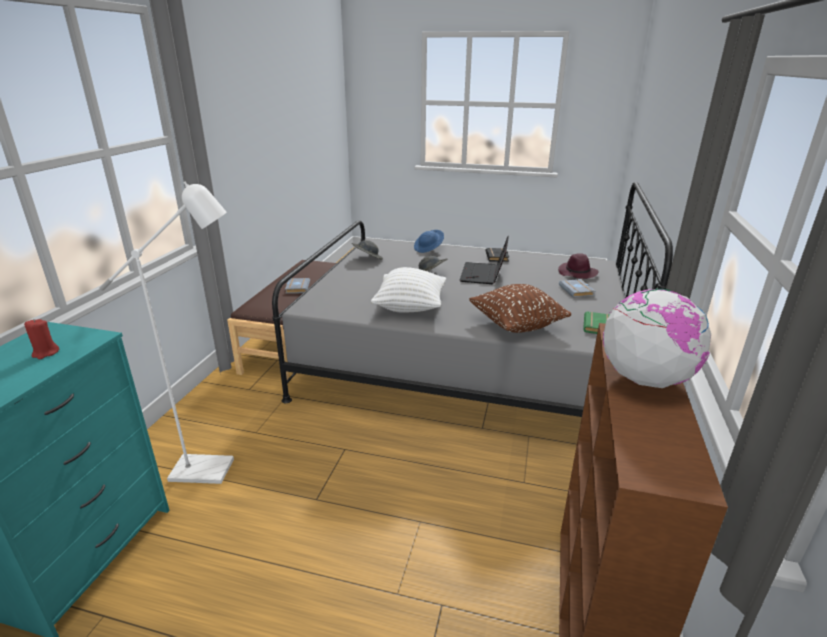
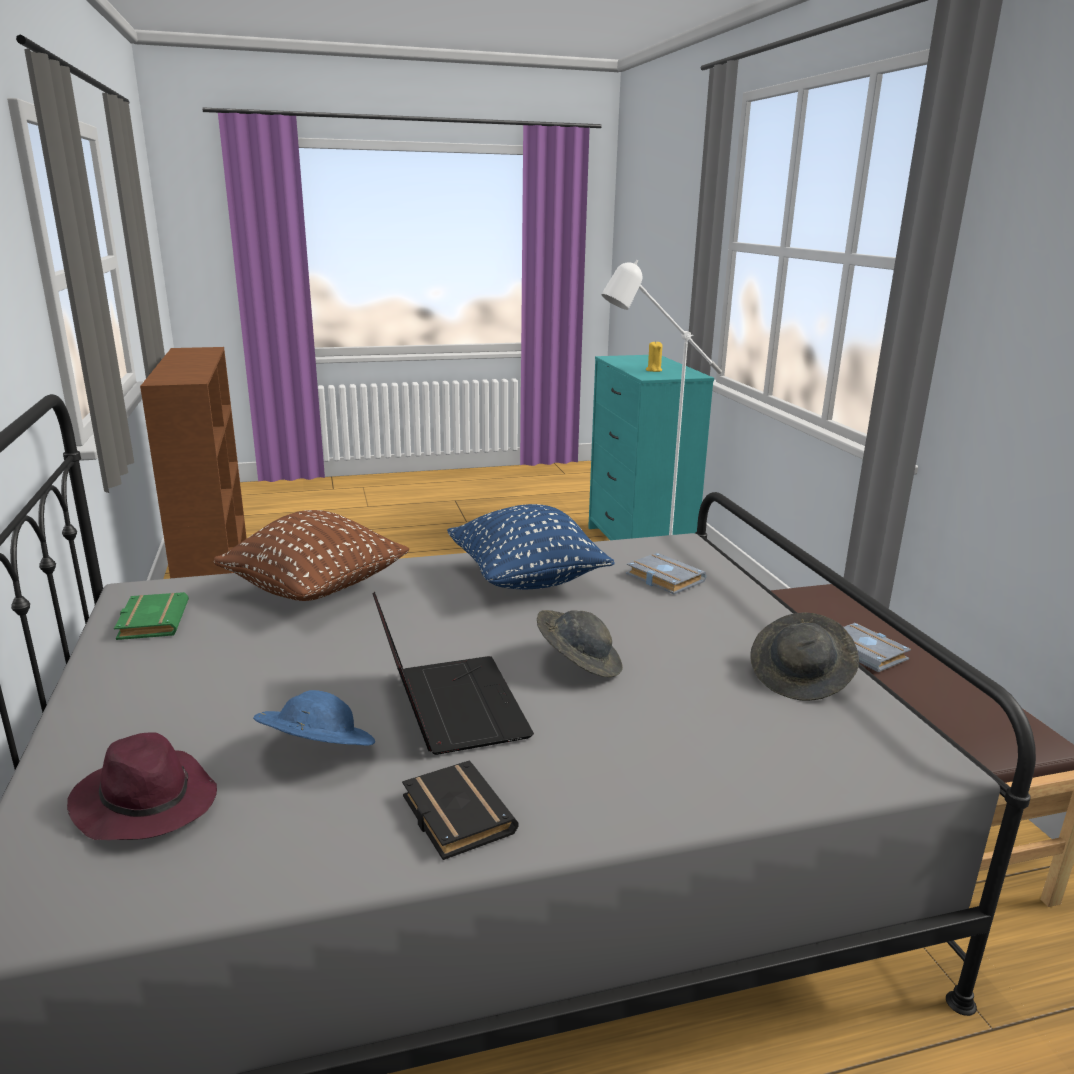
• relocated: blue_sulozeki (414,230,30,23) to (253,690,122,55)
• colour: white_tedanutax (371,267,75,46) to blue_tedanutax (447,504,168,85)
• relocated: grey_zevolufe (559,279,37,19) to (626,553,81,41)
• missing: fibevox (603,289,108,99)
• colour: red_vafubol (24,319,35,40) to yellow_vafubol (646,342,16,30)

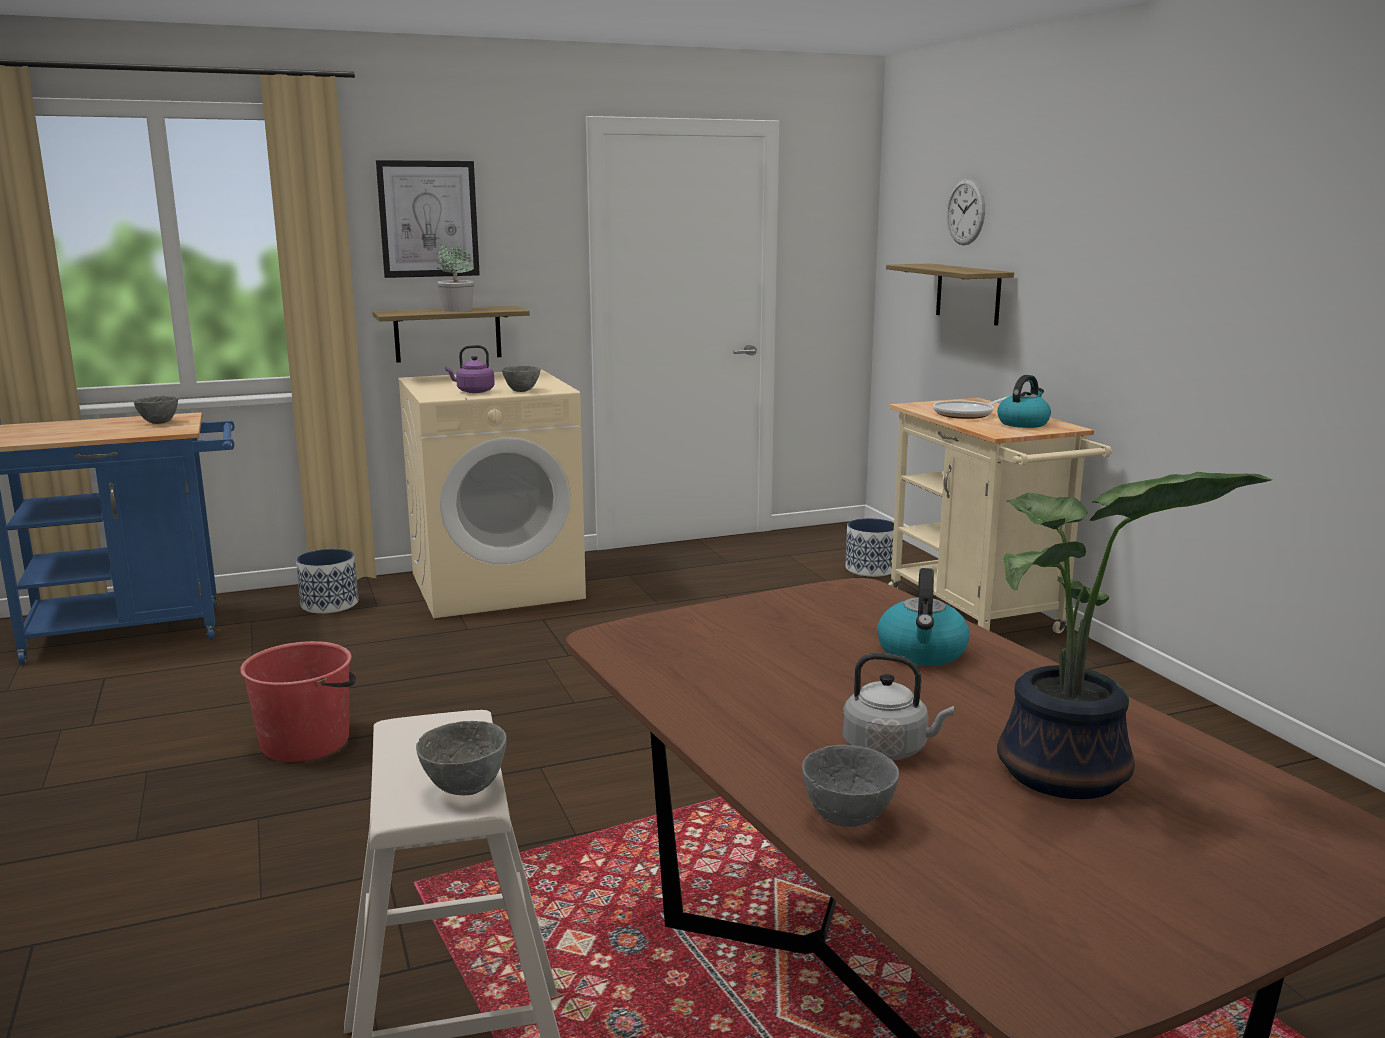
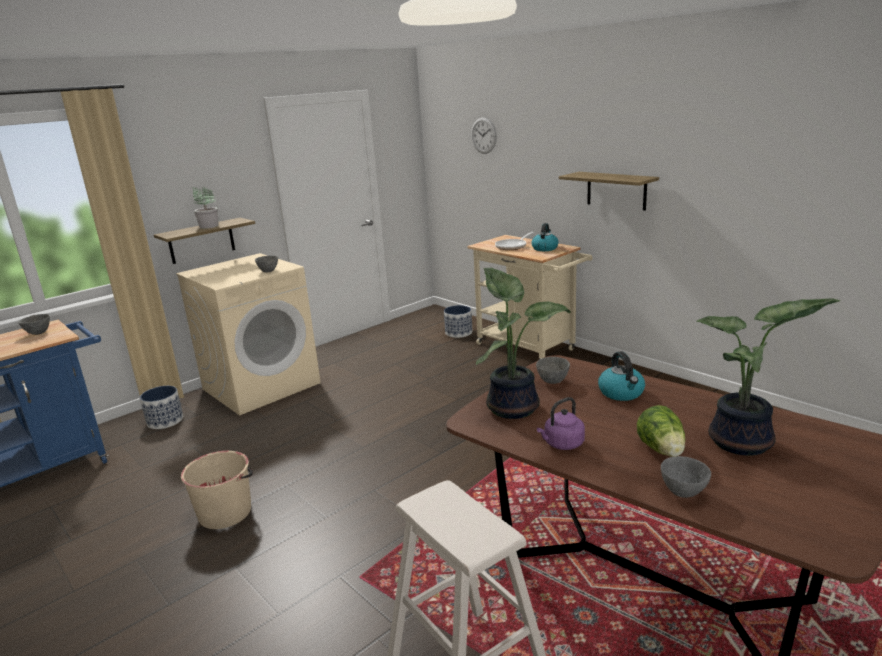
• missing: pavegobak (376,160,104,118)
• relocated: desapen (886,263,128,63) to (559,172,100,39)
• relocated: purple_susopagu (445,345,50,48) to (537,397,48,53)
• colour: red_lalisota (240,641,116,121) to beige_lalisota (181,451,72,78)
• exchanged: grey_susopagu (843,653,111,107) to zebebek (637,405,48,52)
• relocated: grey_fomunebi (416,721,91,74) to (536,357,34,27)
• appeared: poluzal (476,268,95,151)

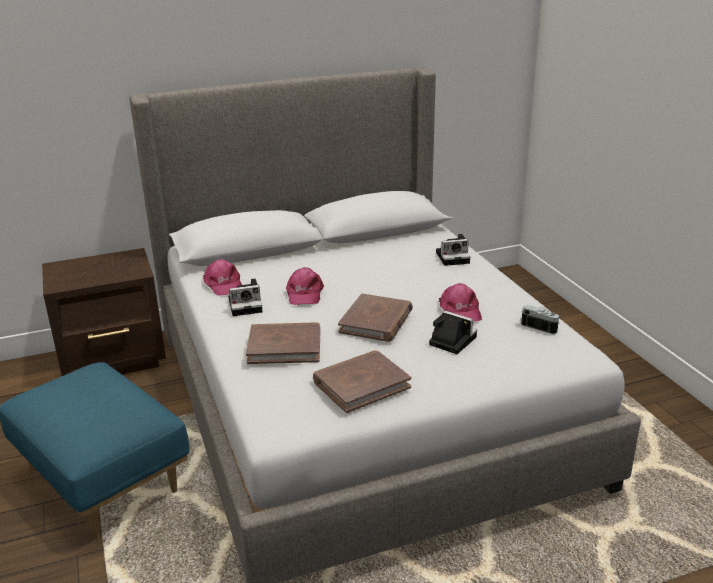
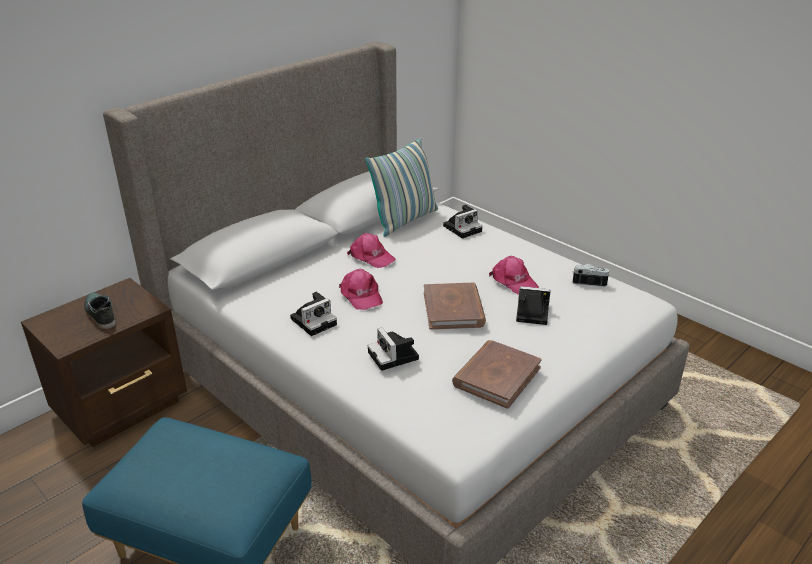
• relocated: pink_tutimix (203,259,39,36) to (347,233,49,35)
• exchanged: brown_zevolufe (246,322,74,42) to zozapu (368,327,51,44)
• appeared: tedanutax (365,138,73,99)
• appeared: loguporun (84,292,32,38)

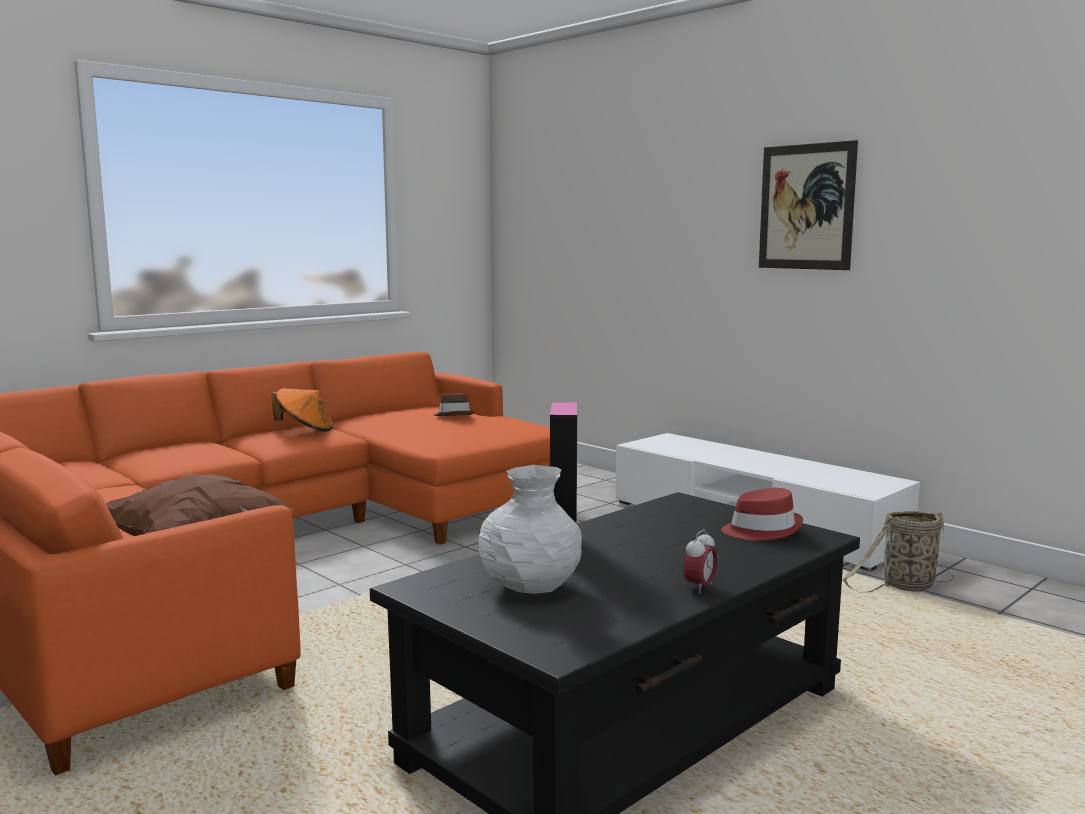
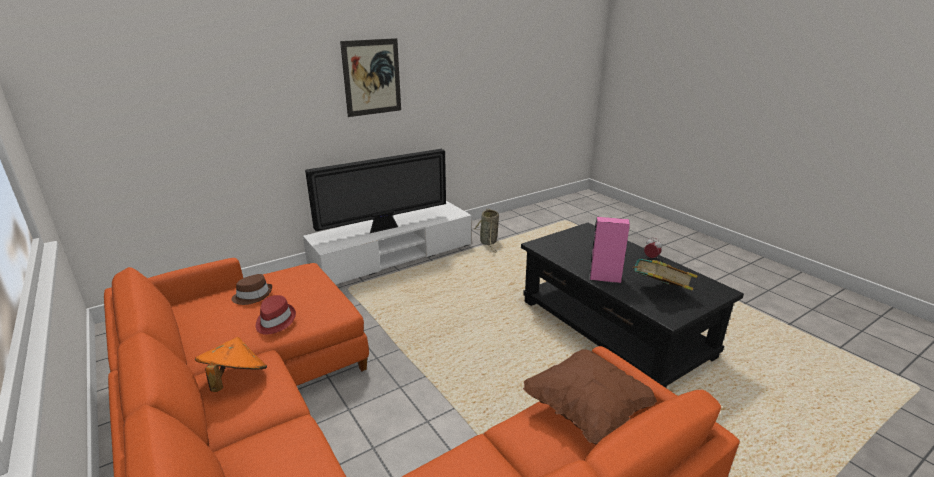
• exchanged: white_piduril (479,465,103,129) to zevolufe (633,259,65,31)
• relocated: red_sulozeki (721,488,82,53) to (256,295,40,40)
• appeared: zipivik (305,149,141,84)

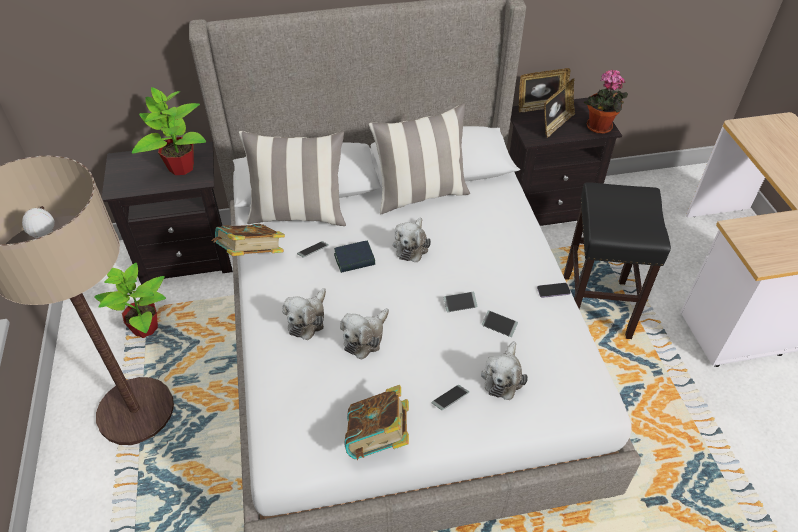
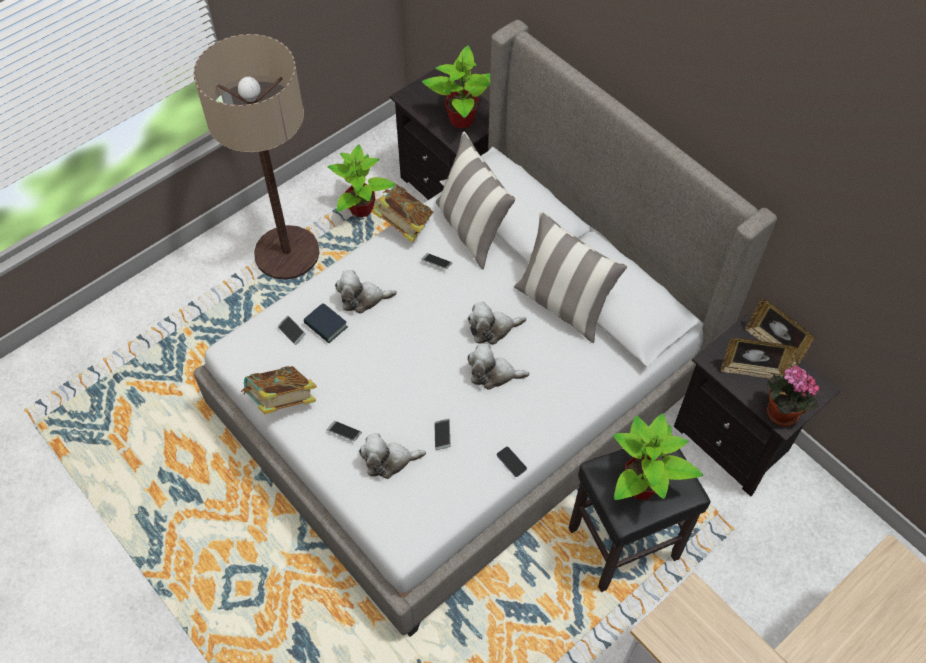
• relocated: zevolufe (334,240,41,33) to (304,303,44,40)
• relocated: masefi (443,292,34,20) to (278,315,28,30)
• relocated: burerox (340,308,49,52) to (467,344,62,46)
• appeared: poluzal (613,413,90,87)

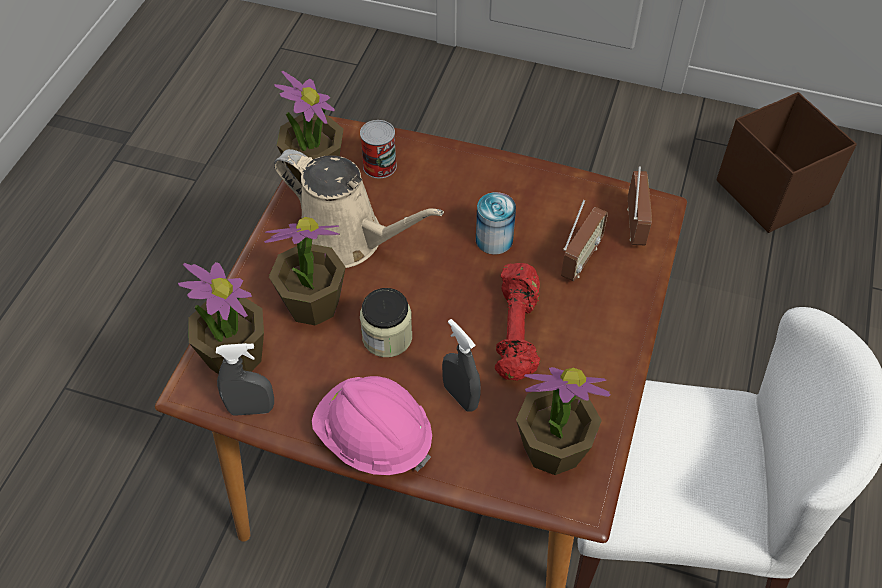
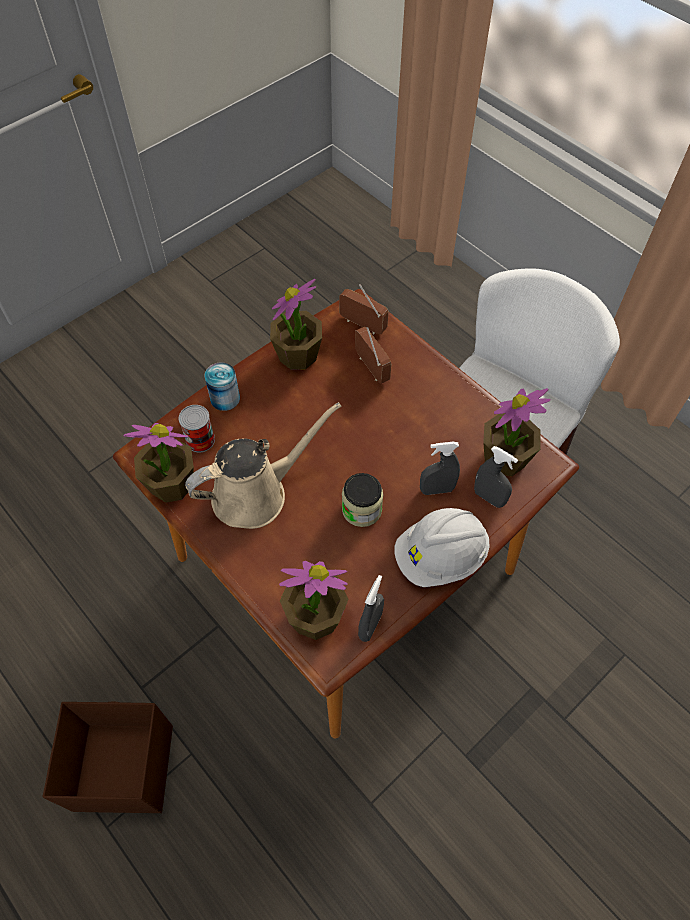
• relocated: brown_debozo (717,92,140,141) to (42,701,131,112)
• relocated: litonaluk (476,192,40,63) to (205,362,35,49)
• relocated: poluzal (264,217,82,109) to (270,278,52,92)
• missing: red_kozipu (495,263,45,118)
• colour: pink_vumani (312,376,120,99) to white_vumani (394,508,96,79)
• appeared: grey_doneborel (474,446,44,62)

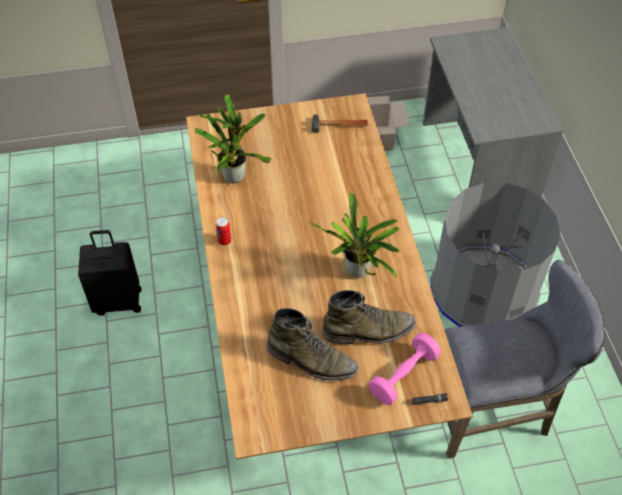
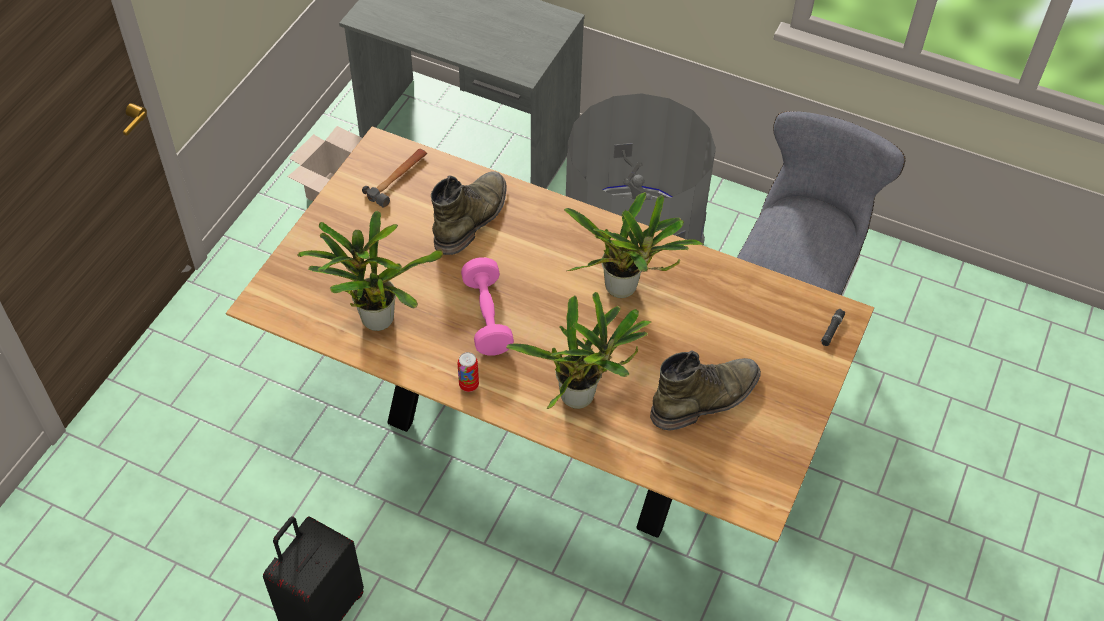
• relocated: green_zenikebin (322,290,94,54) to (431,171,76,84)
• relocated: pink_kozipu (369,333,72,72) to (461,257,53,99)
• appeared: poluzal (506,292,145,117)

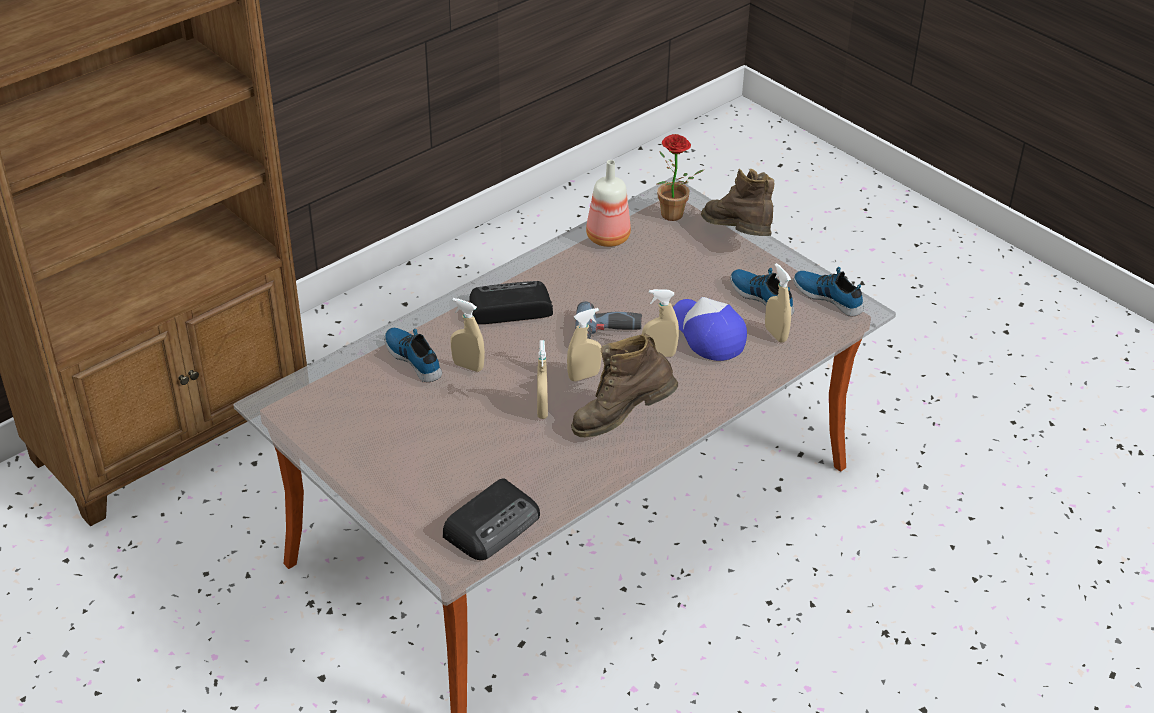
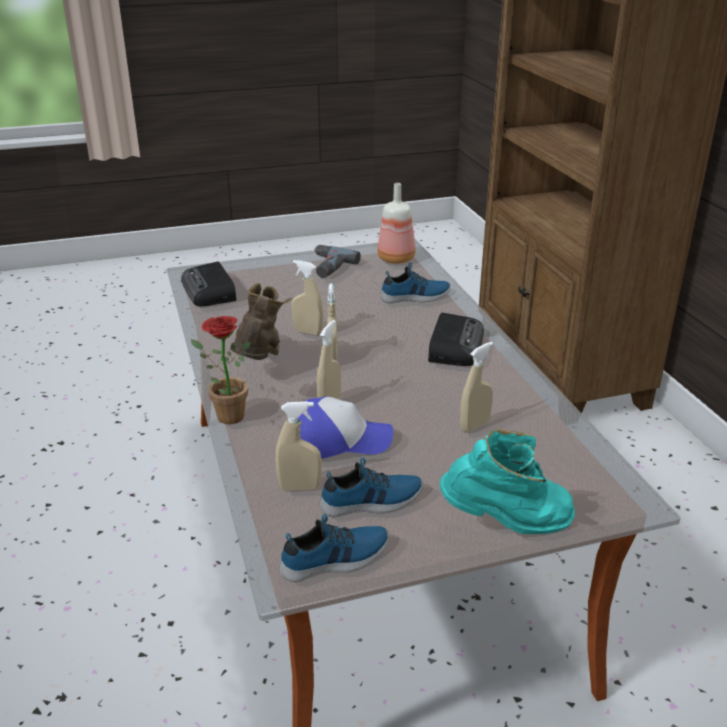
• relocated: poluzal (657,134,47,87) to (191,316,60,108)
• relocated: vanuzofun (586,160,45,87) to (377,183,39,81)
• colour: brown_zenikebin (701,169,73,67) to turquoise_zenikebin (440,429,135,105)
• relocated: beige_doneborel (451,298,34,74) to (460,342,33,90)
• relocated: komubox (575,301,67,38) to (314,245,47,33)

